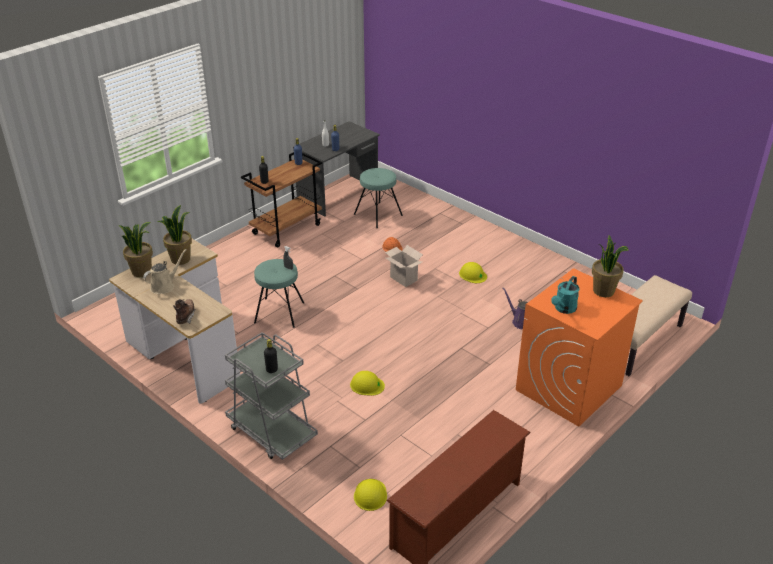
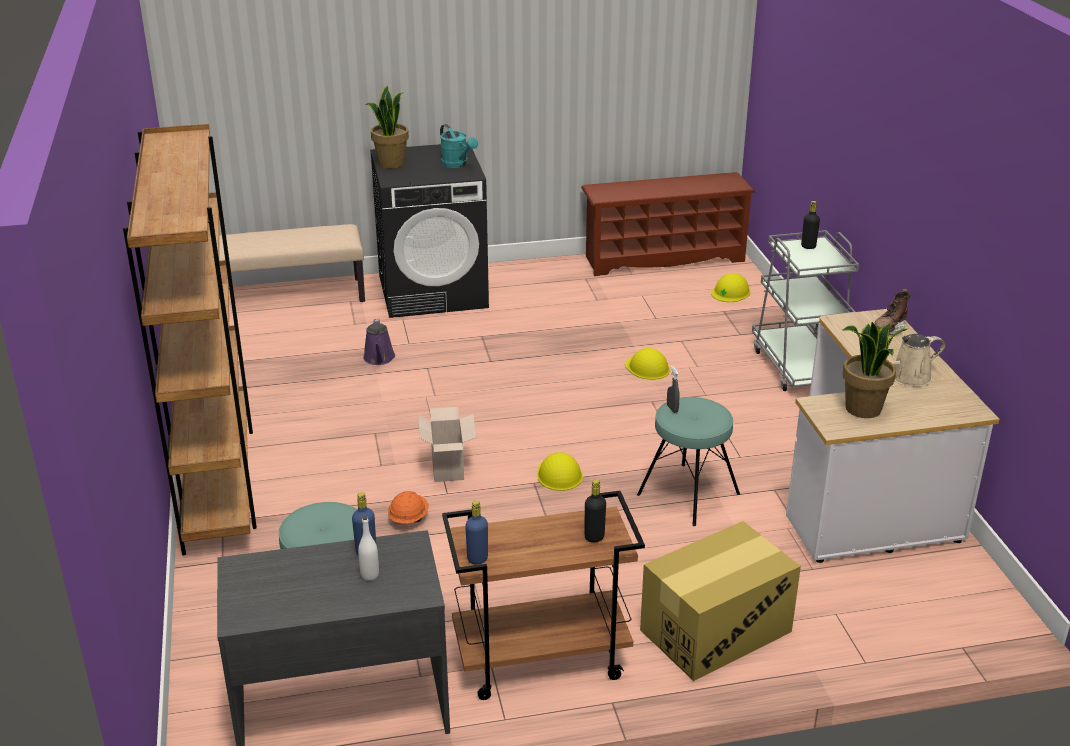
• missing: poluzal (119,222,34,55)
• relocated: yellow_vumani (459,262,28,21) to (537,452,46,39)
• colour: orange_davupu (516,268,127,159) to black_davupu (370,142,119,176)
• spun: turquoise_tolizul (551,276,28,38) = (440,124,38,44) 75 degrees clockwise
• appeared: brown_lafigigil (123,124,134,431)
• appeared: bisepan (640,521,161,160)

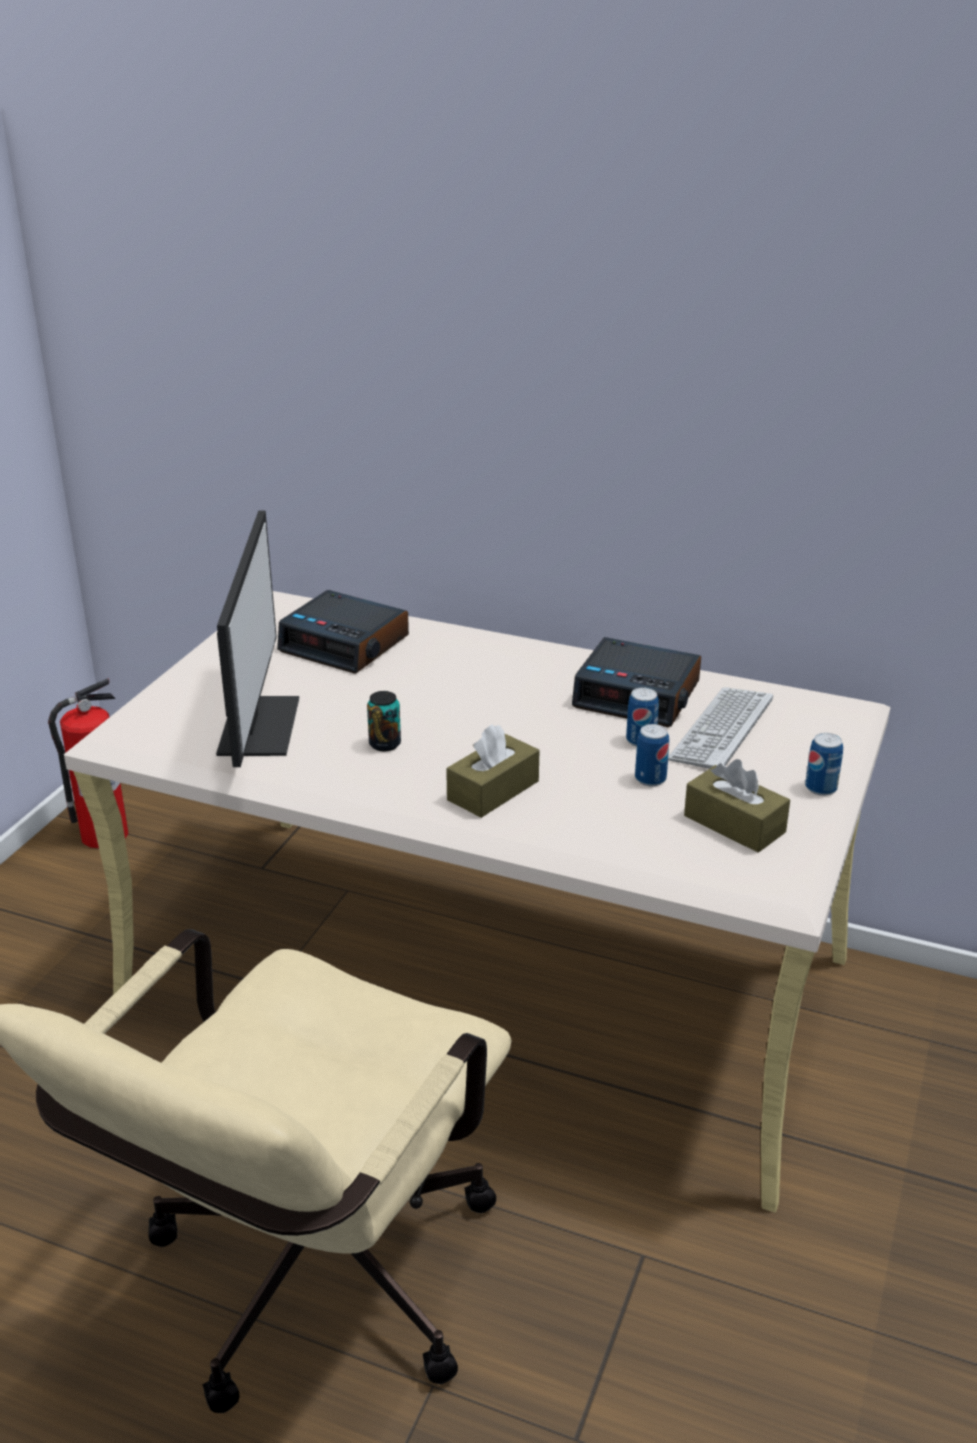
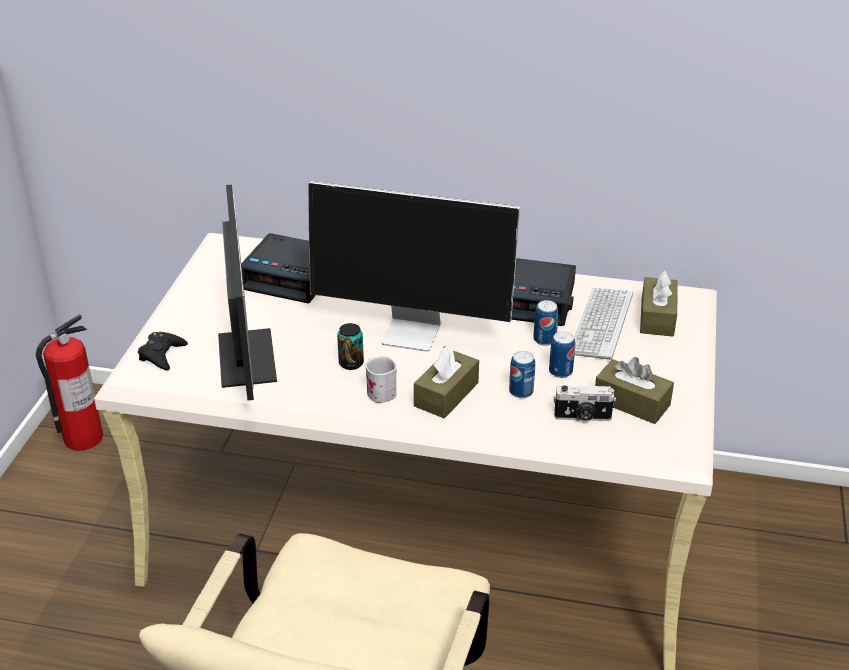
• relocated: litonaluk (805,733,38,63) to (509,351,26,47)
• appeared: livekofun (308,181,212,171)
• appeared: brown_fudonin (640,271,37,66)
• appeared: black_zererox (138,332,50,38)
• appeared: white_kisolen (365,356,32,47)
• appeared: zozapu (553,385,63,36)

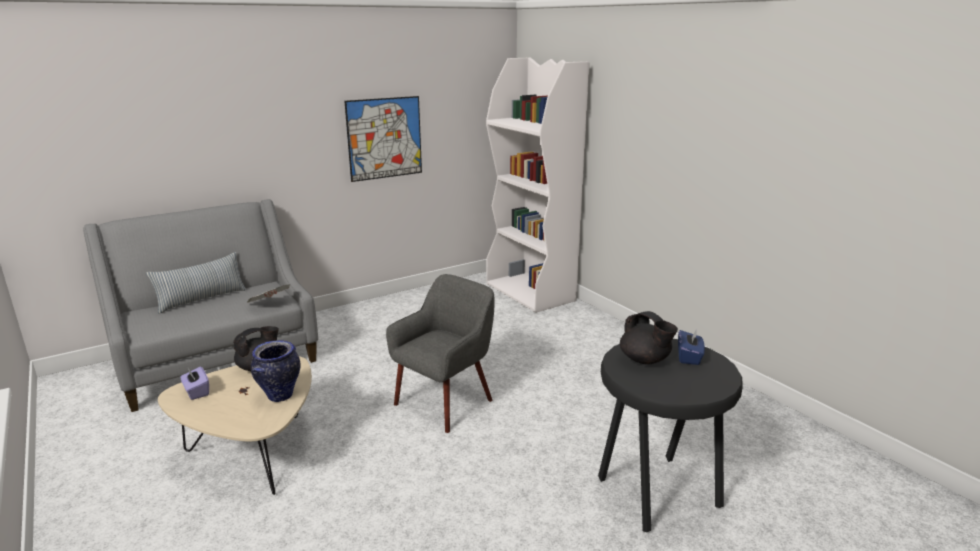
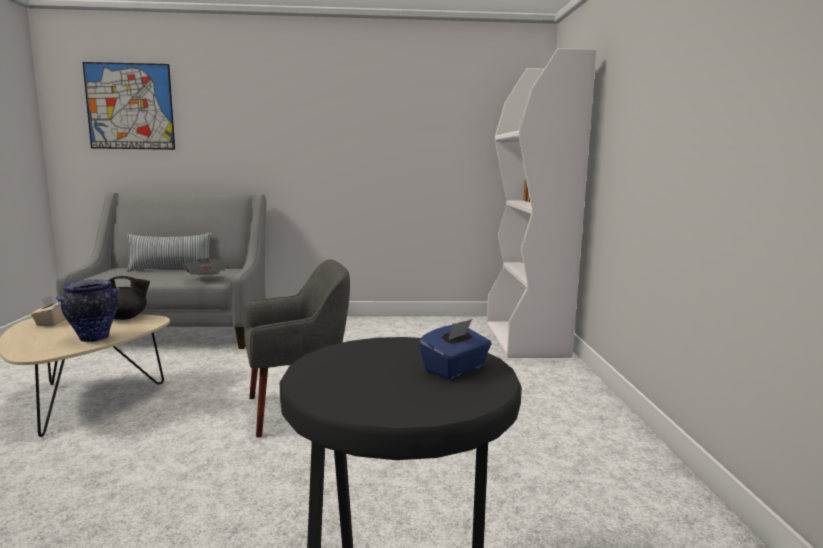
• relocated: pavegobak (344,96,78,86) to (82,62,93,88)
• missing: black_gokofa (620,311,58,53)
• colour: purple_fudonin (181,367,28,33) to beige_fudonin (31,295,35,31)

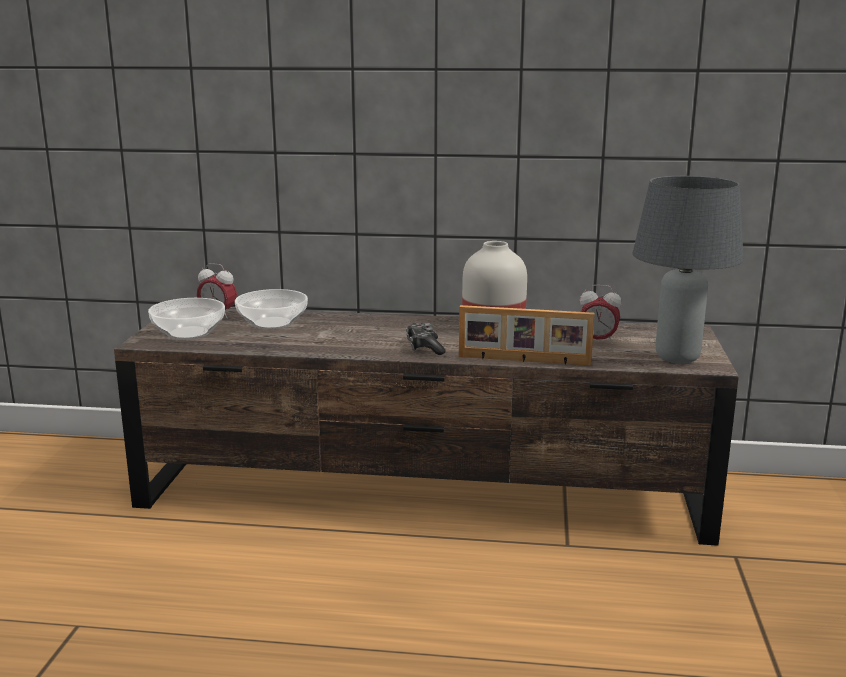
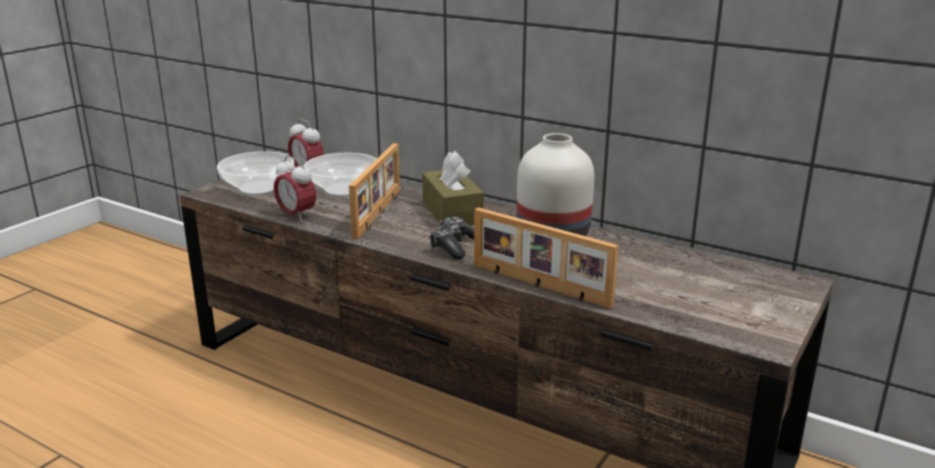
• missing: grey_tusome (633,176,110,188)
• relocated: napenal (580,285,42,60) to (274,156,42,66)
• appeared: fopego (349,143,51,96)
• appeared: brown_fudonin (422,151,62,75)

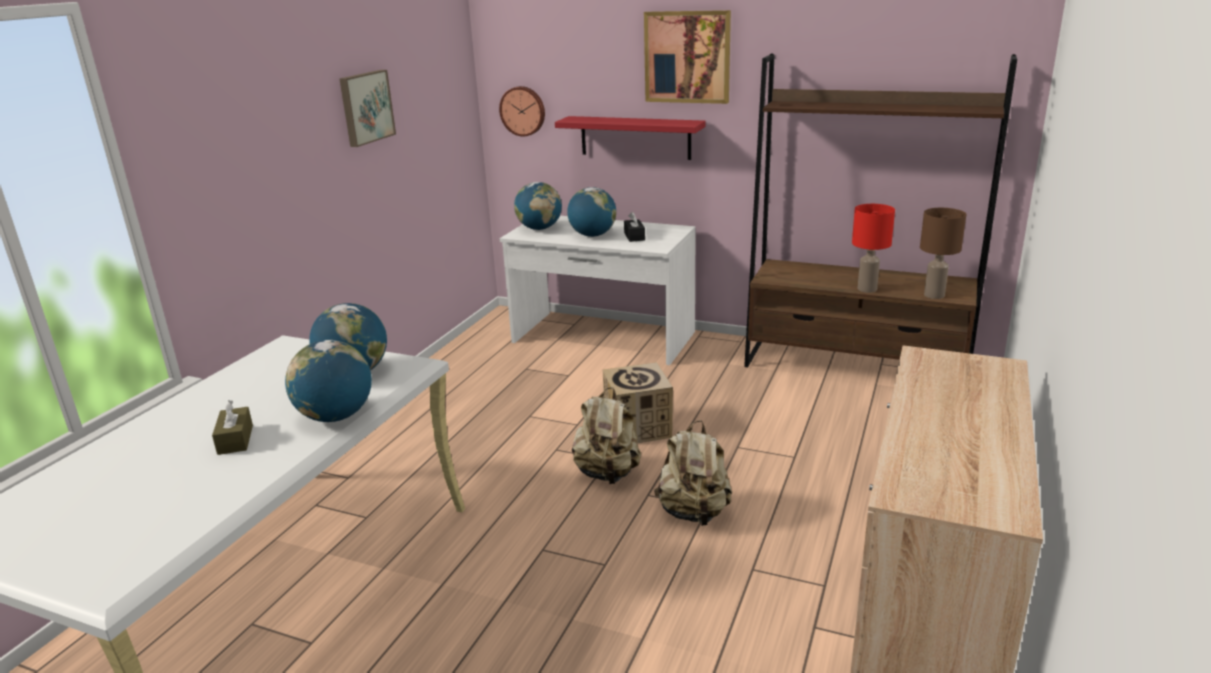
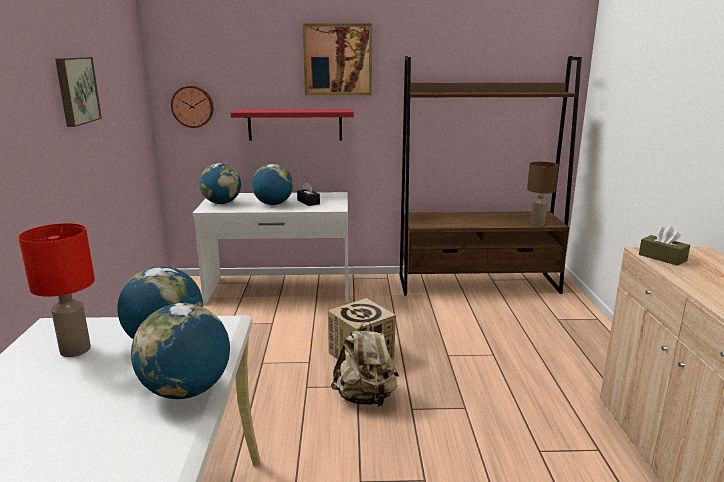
• relocated: red_tusome (852,204,43,89) to (18,223,77,134)
• relocated: brown_fudonin (212,400,41,55) to (639,226,51,40)
• missing: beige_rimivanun (654,420,78,106)

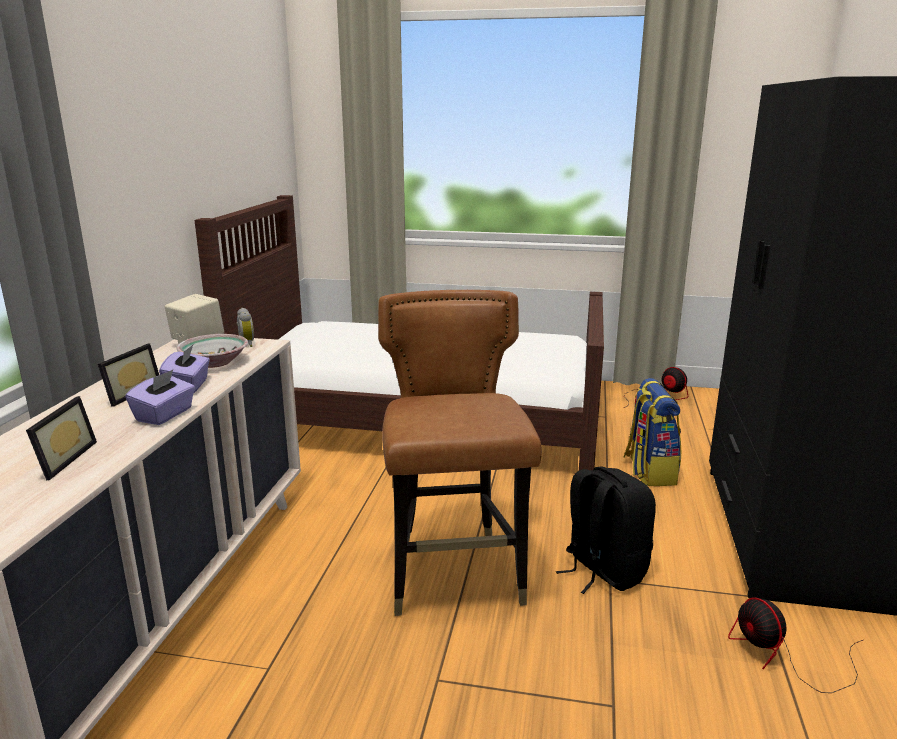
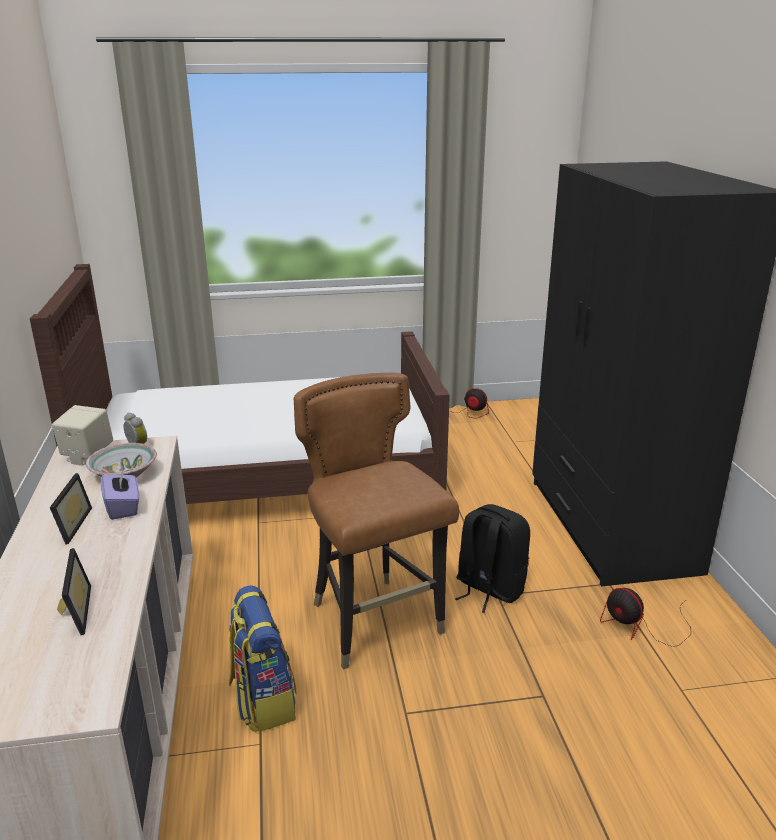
• missing: purple_fudonin (125,370,70,55)
• relocated: rimivanun (623,378,58,108) to (229,585,68,147)

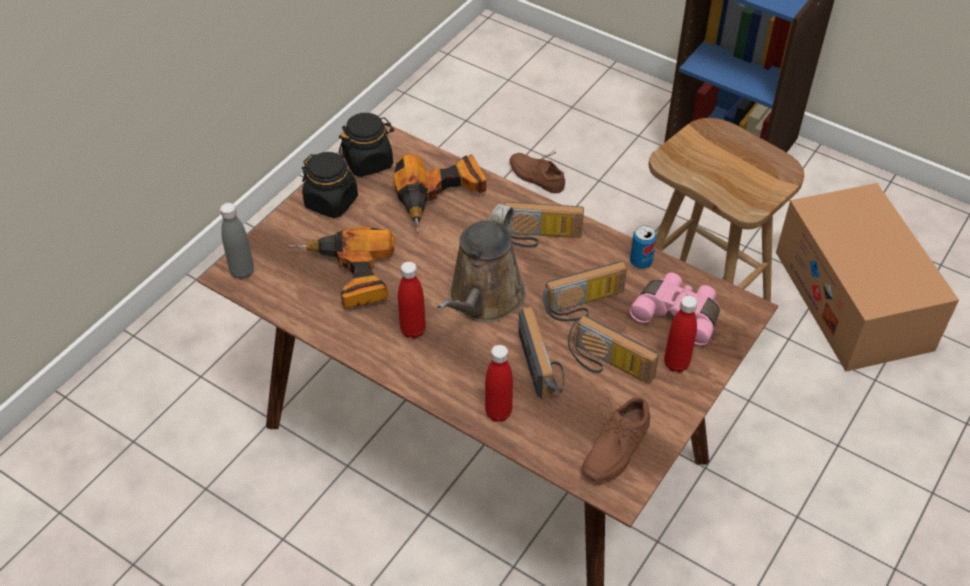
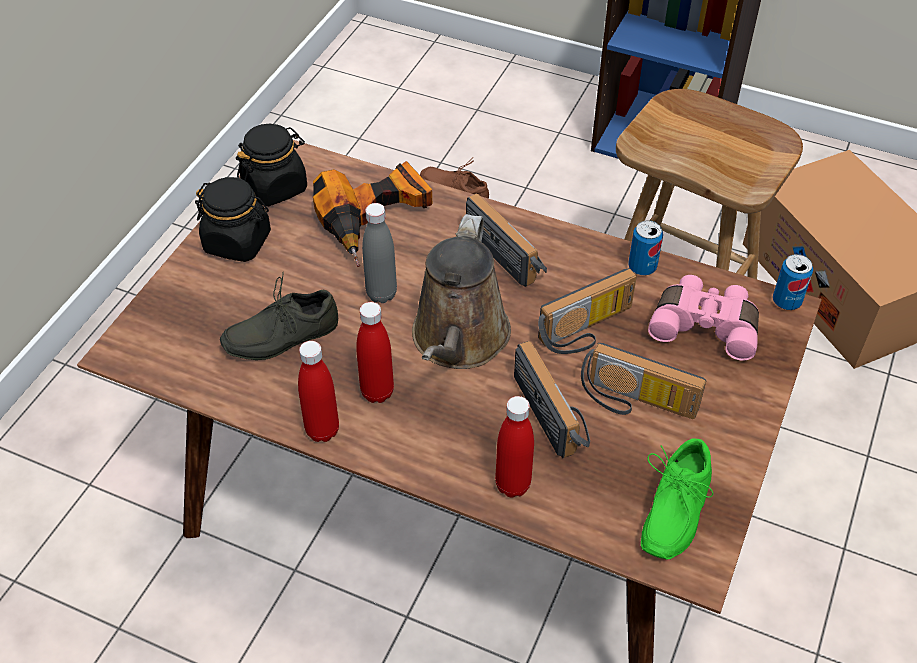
• spun: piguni (504,202,80,46) = (466,193,81,94) 120 degrees counterclockwise
• relocated: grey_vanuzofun (220,203,34,77) to (362,203,35,100)
• exchanged: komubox (287,227,108,82) to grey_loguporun (220,272,118,88)
• relocated: red_vanuzofun (664,295,33,78) to (298,341,41,101)
• colour: brown_loguporun (581,397,69,85) to green_loguporun (641,439,72,120)
• appeared: litonaluk (773,254,40,56)

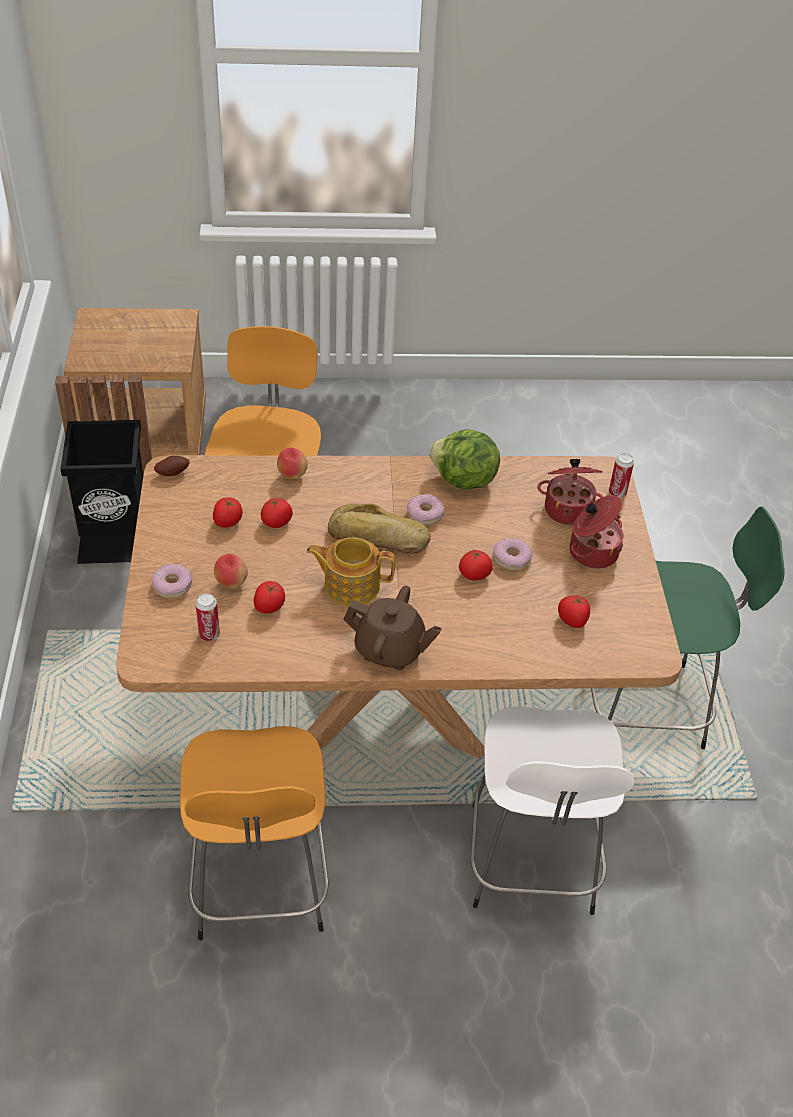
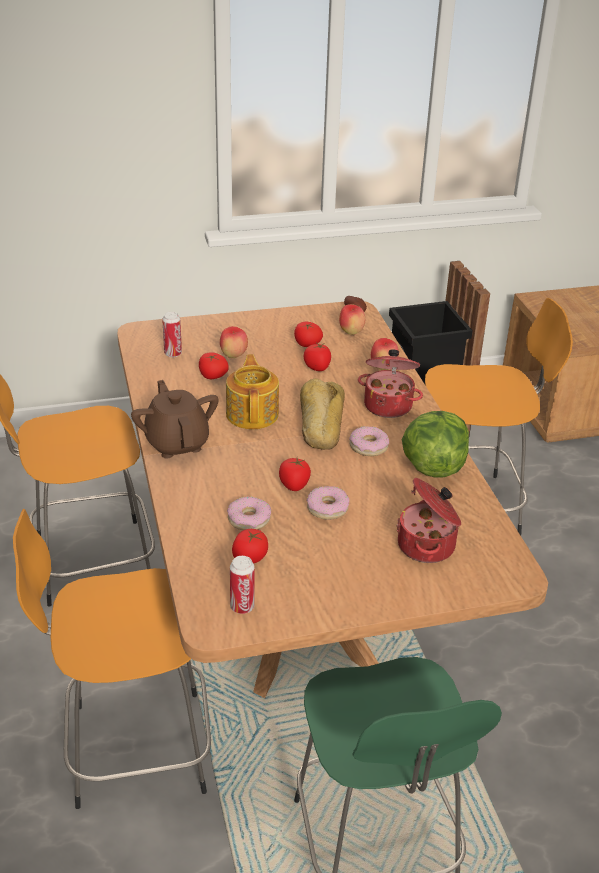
• relocated: litonaluk (609,453,25,44) to (230,556,25,58)
• relocated: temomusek (570,495,54,74) to (358,350,65,68)
• relocated: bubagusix (152,564,40,35) to (227,496,44,34)
• spun: brown_gokofa (343,585,99,85) = (131,380,87,79) 150 degrees clockwise
• colour: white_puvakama (470,706,165,209) to orange_puvakama (13,509,198,300)
• appeared: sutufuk (339,304,26,31)

